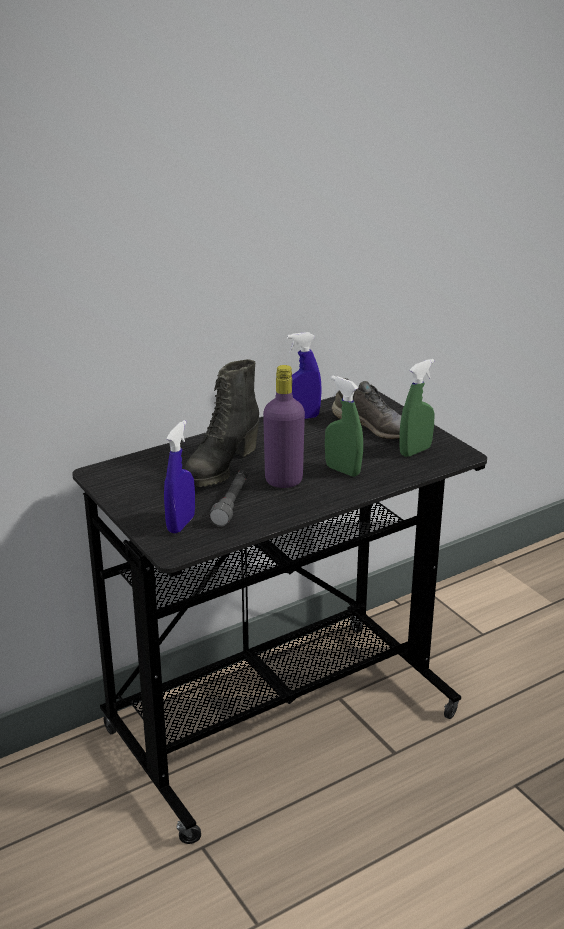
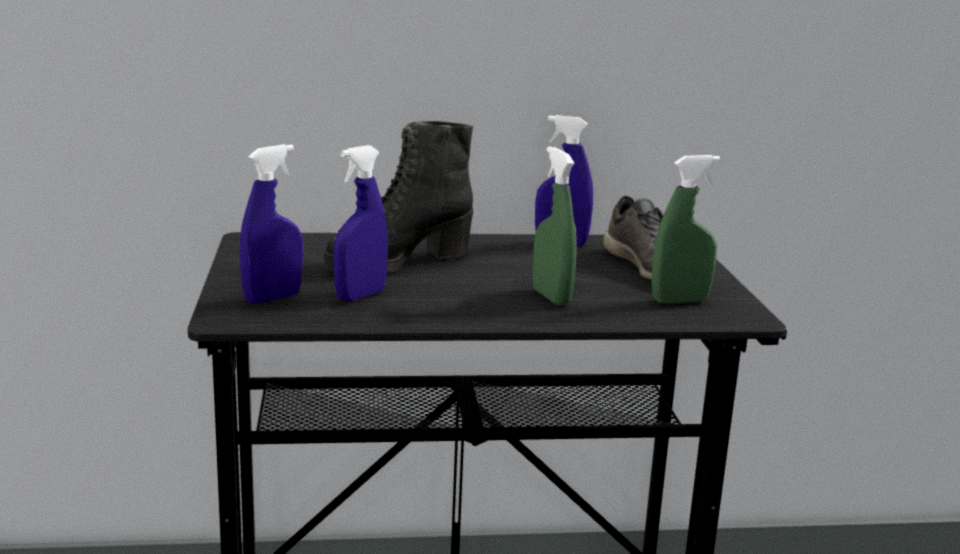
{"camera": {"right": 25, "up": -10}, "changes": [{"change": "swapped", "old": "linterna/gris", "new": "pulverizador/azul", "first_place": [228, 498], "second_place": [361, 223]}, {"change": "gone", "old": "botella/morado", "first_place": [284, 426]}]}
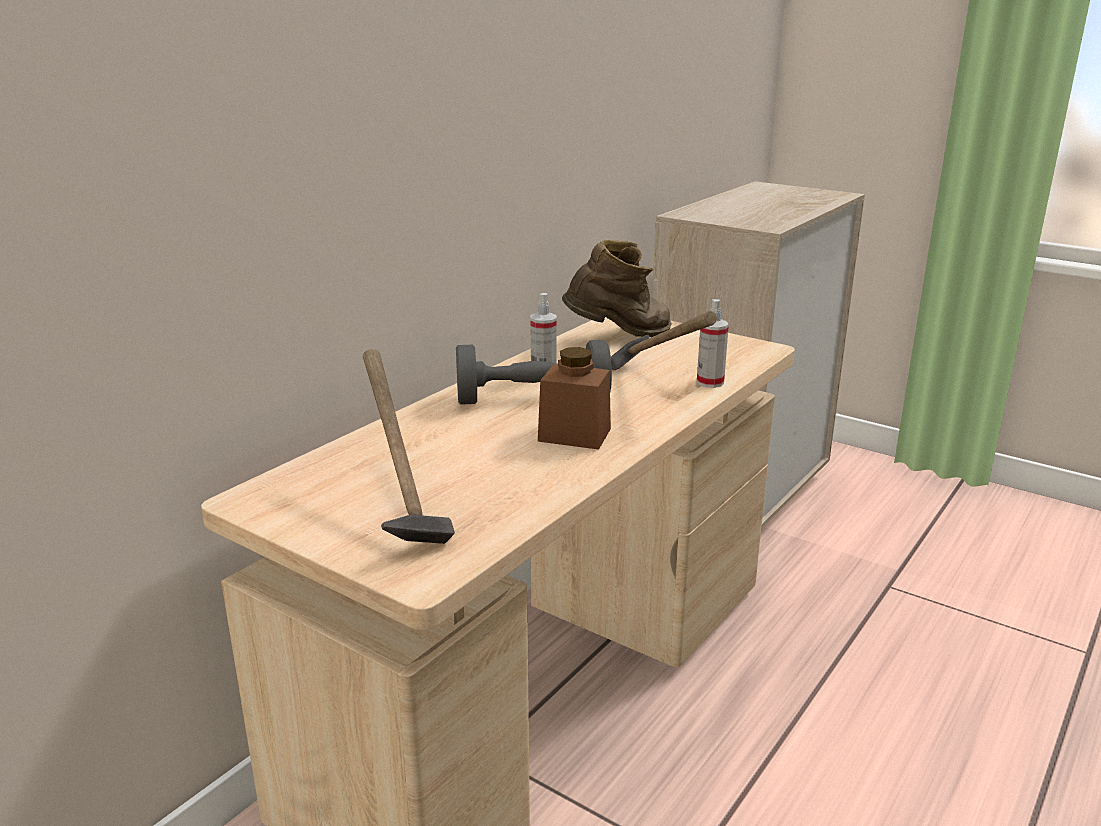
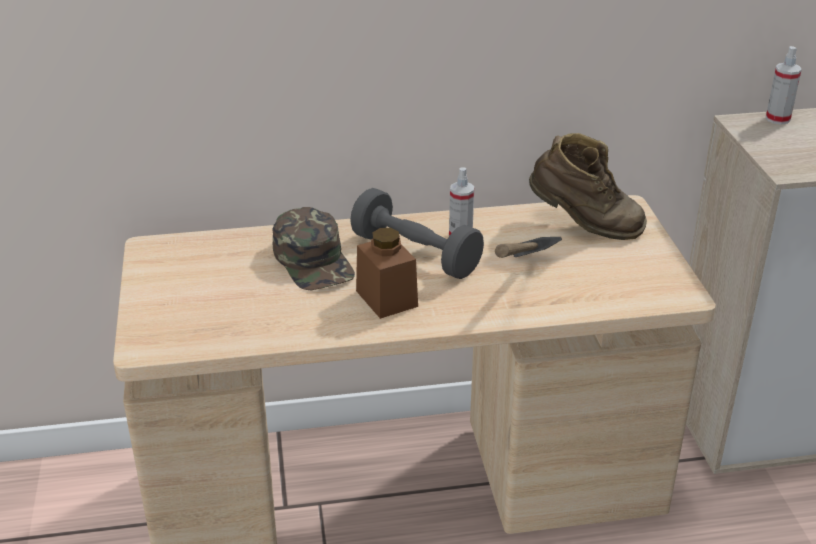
{"camera": {"right": 45, "up": 10}, "changes": [{"change": "gone", "old": "martillo", "first_place": [409, 446]}, {"change": "shifted", "old": "pulverizador", "first_place": [713, 343], "second_place": [784, 85]}, {"change": "new", "new": "gorra/verde", "second_place": [313, 248]}]}
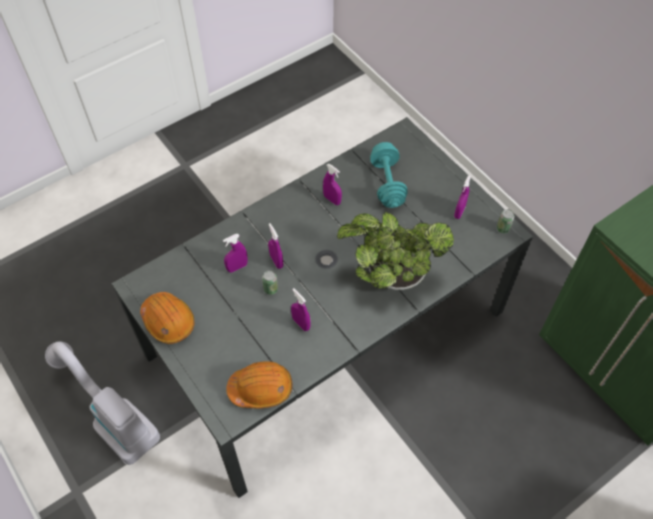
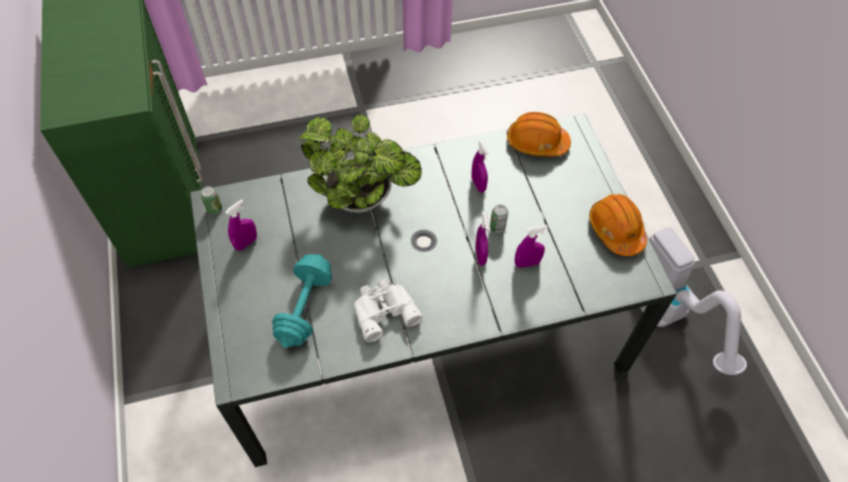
{"camera": {"right": -160, "up": 0}, "changes": [{"change": "swapped", "old": "pulverizador/morado", "new": "prismáticos/blanco", "first_place": [332, 184], "second_place": [388, 310]}]}
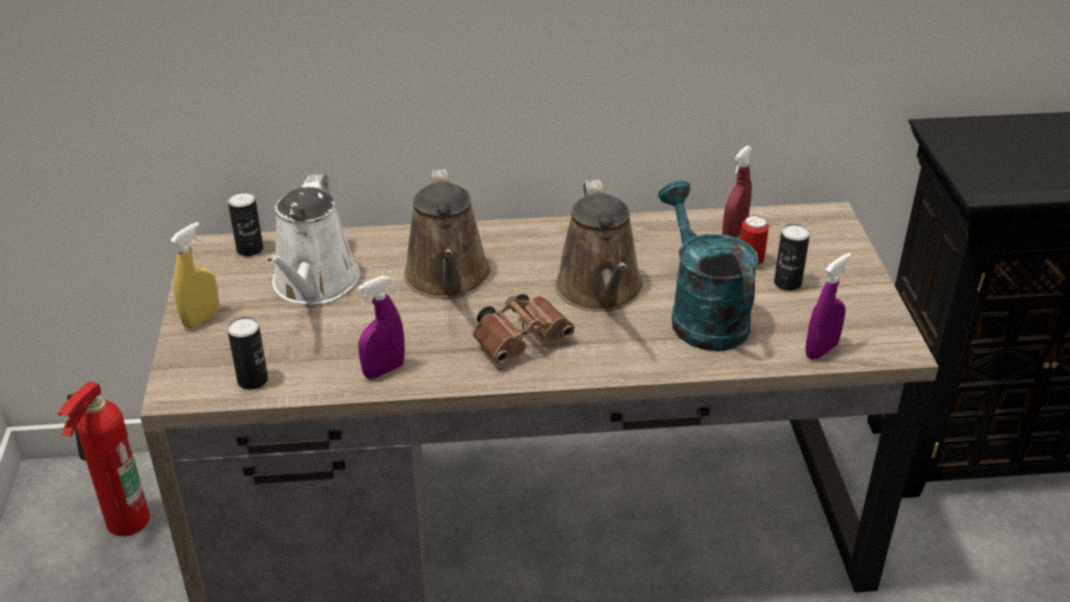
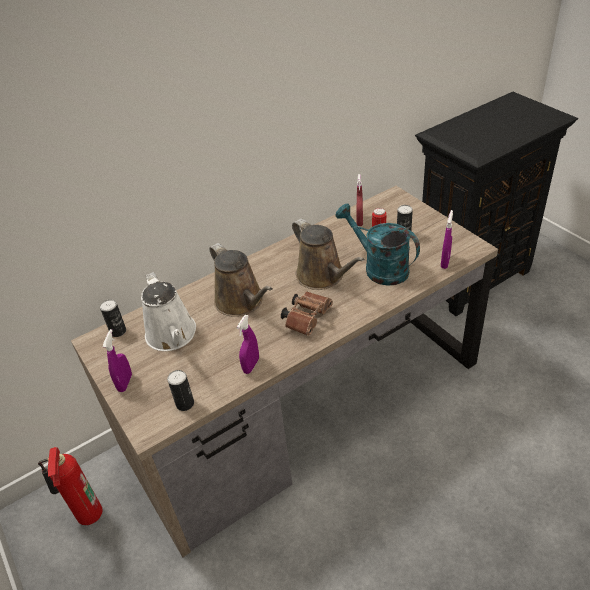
{"camera": {"right": -25, "up": 5}, "changes": [{"change": "repainted", "old": "pulverizador/amarillo", "new": "pulverizador/morado", "first_place": [194, 275], "second_place": [117, 360]}]}
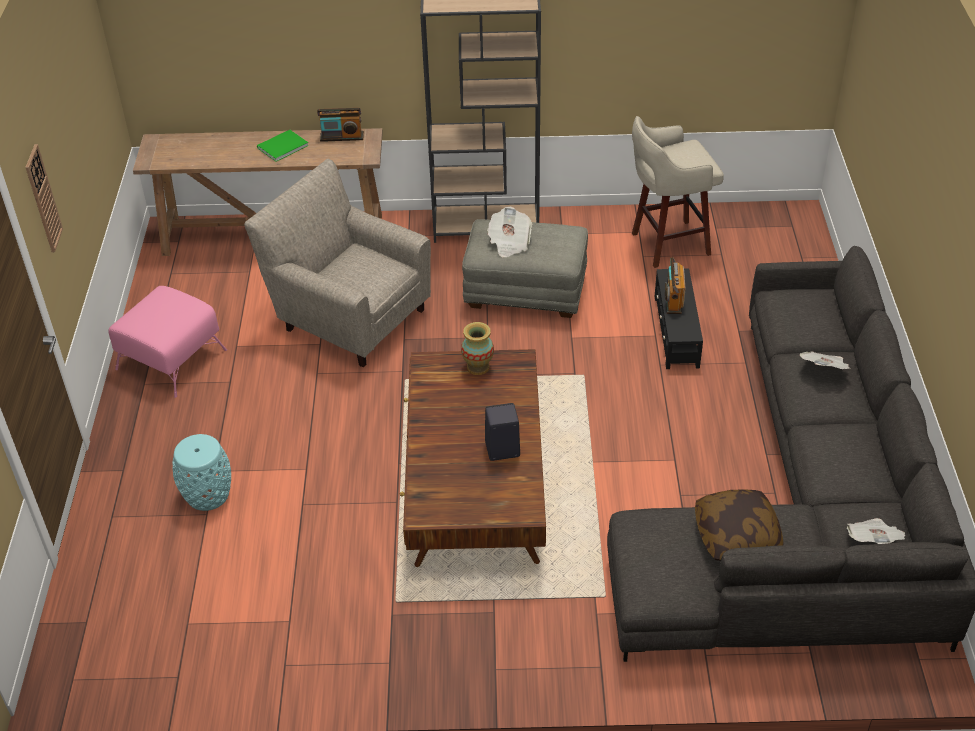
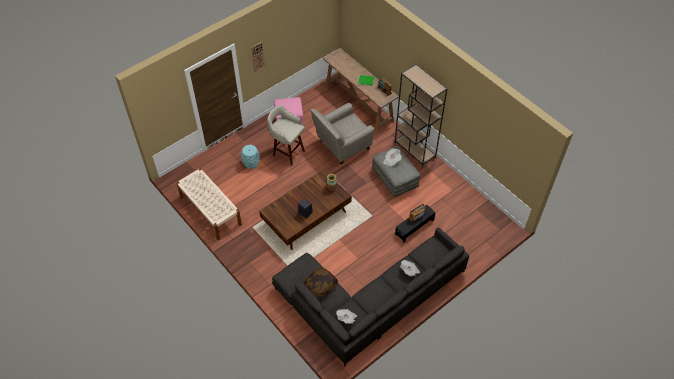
{"camera": {"right": 50, "up": 10}, "changes": [{"change": "rotated", "old": "sillón/beis", "first_place": [337, 262], "second_place": [342, 133], "degrees": -120}, {"change": "shifted", "old": "taburete/beis", "first_place": [678, 192], "second_place": [286, 135]}, {"change": "new", "new": "banco/beis", "second_place": [209, 204]}]}
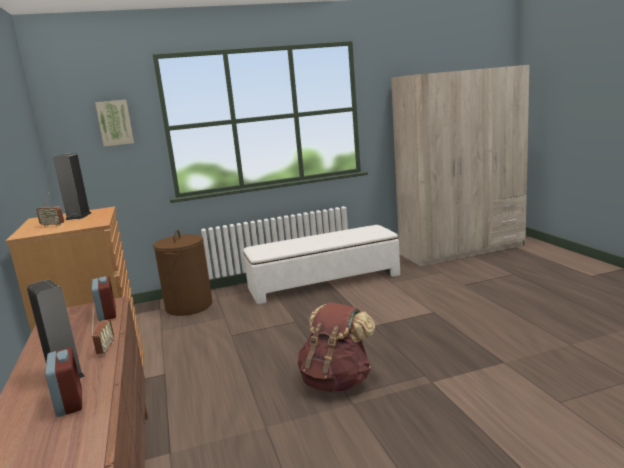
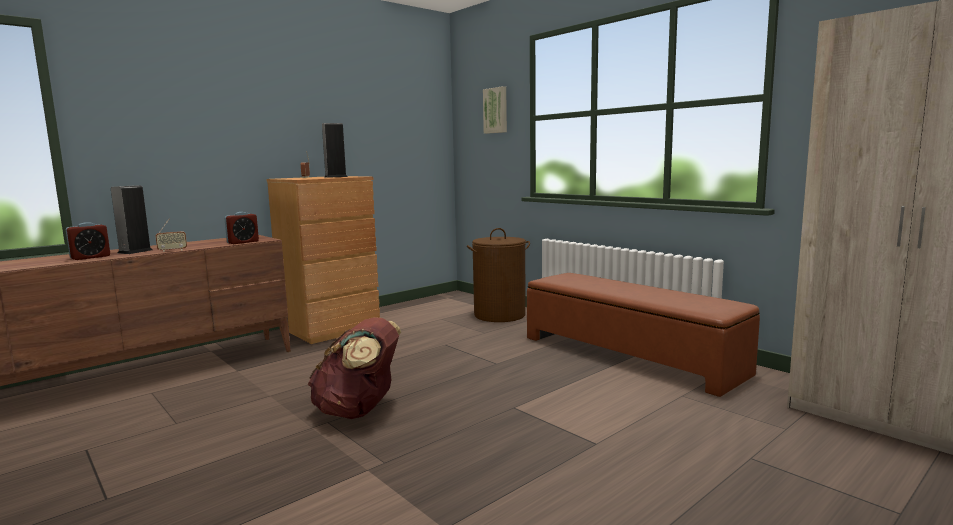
{"camera": {"right": 65, "up": -5}, "changes": [{"change": "repainted", "old": "banco/blanco", "new": "banco/marrón", "first_place": [321, 264], "second_place": [643, 335]}]}
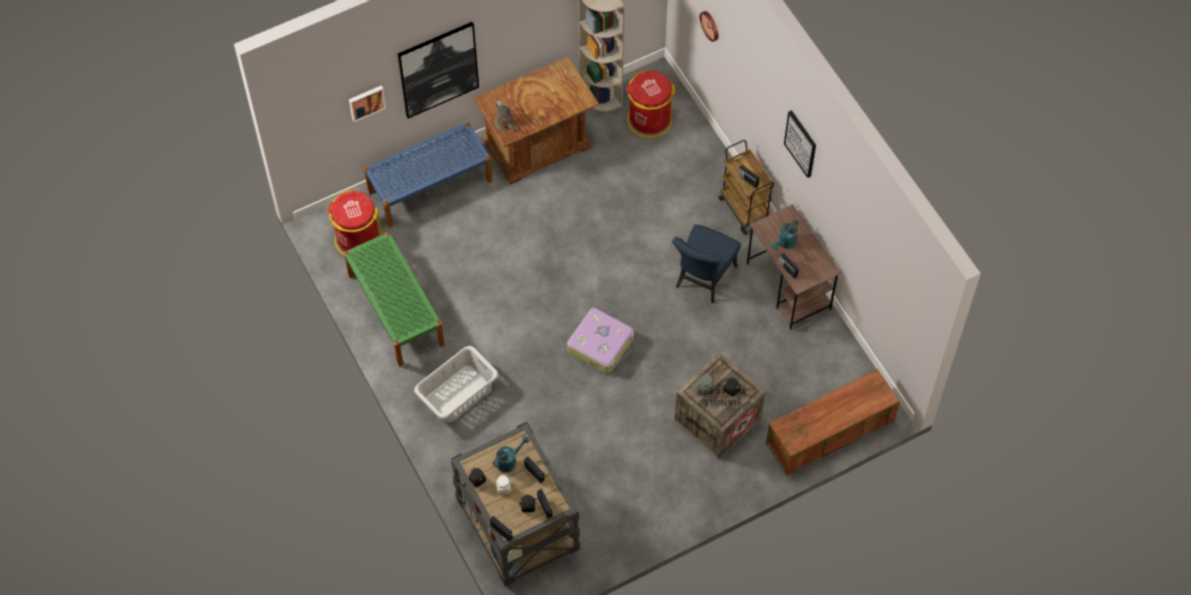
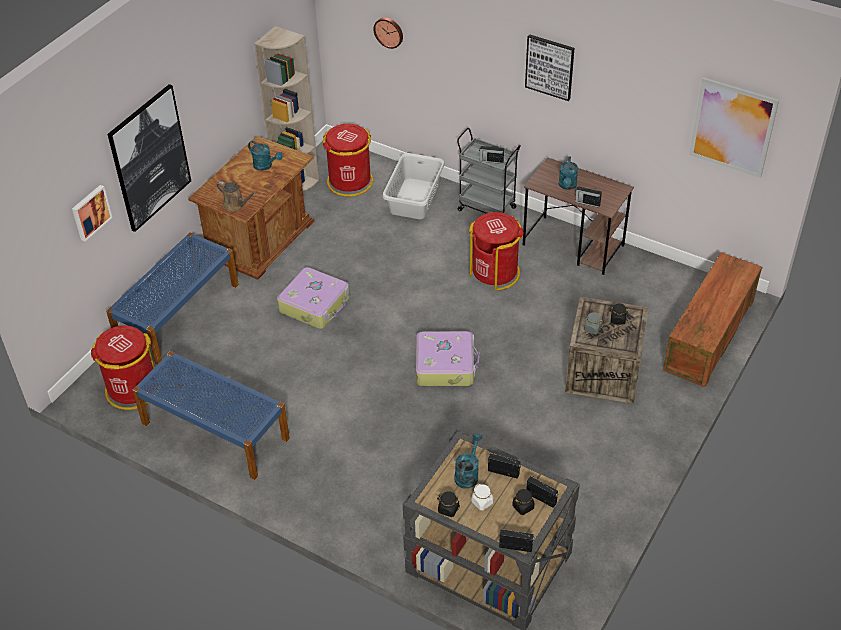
{"camera": {"right": -30, "up": -15}, "changes": [{"change": "repainted", "old": "banco/verde", "new": "banco/azul", "first_place": [394, 299], "second_place": [211, 415]}, {"change": "shifted", "old": "cesto de la ropa/gris", "first_place": [456, 384], "second_place": [413, 186]}, {"change": "swapped", "old": "silla/azul", "new": "papelera/rojo", "first_place": [706, 263], "second_place": [496, 251]}, {"change": "repainted", "old": "carrito/marrón", "new": "carrito/gris", "first_place": [746, 187], "second_place": [489, 170]}, {"change": "new", "new": "regadera/turquesa", "second_place": [265, 156]}, {"change": "new", "new": "maleta", "second_place": [313, 298]}, {"change": "new", "new": "cuadro", "second_place": [734, 127]}]}
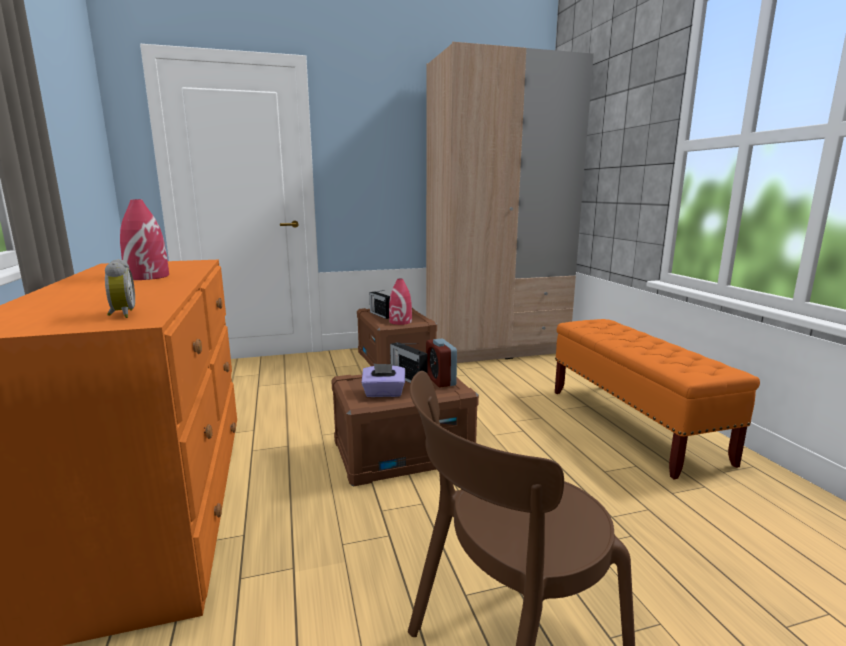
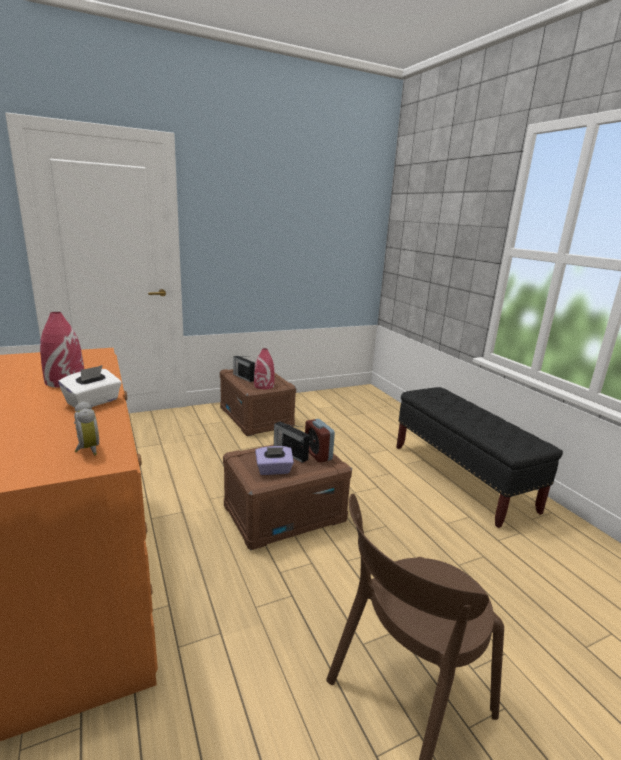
{"camera": {"right": -10, "up": 5}, "changes": [{"change": "gone", "old": "armario ropero/beis", "first_place": [510, 202]}, {"change": "repainted", "old": "banco/naranja", "new": "banco/negro", "first_place": [657, 399], "second_place": [479, 457]}, {"change": "new", "new": "caja de pañuelos/blanco", "second_place": [90, 386]}]}
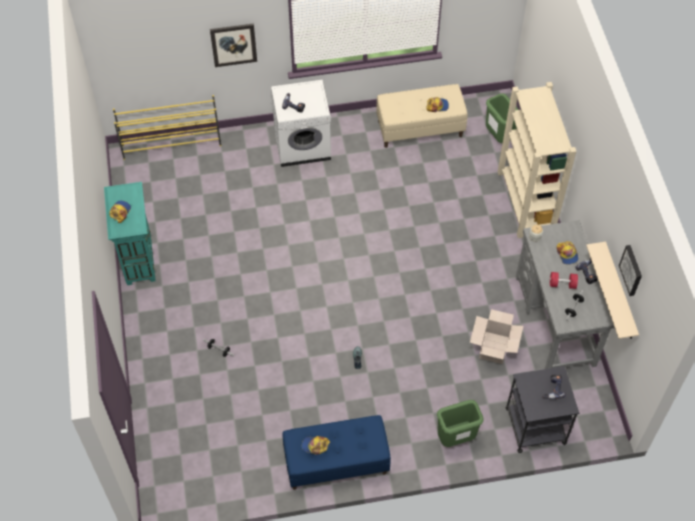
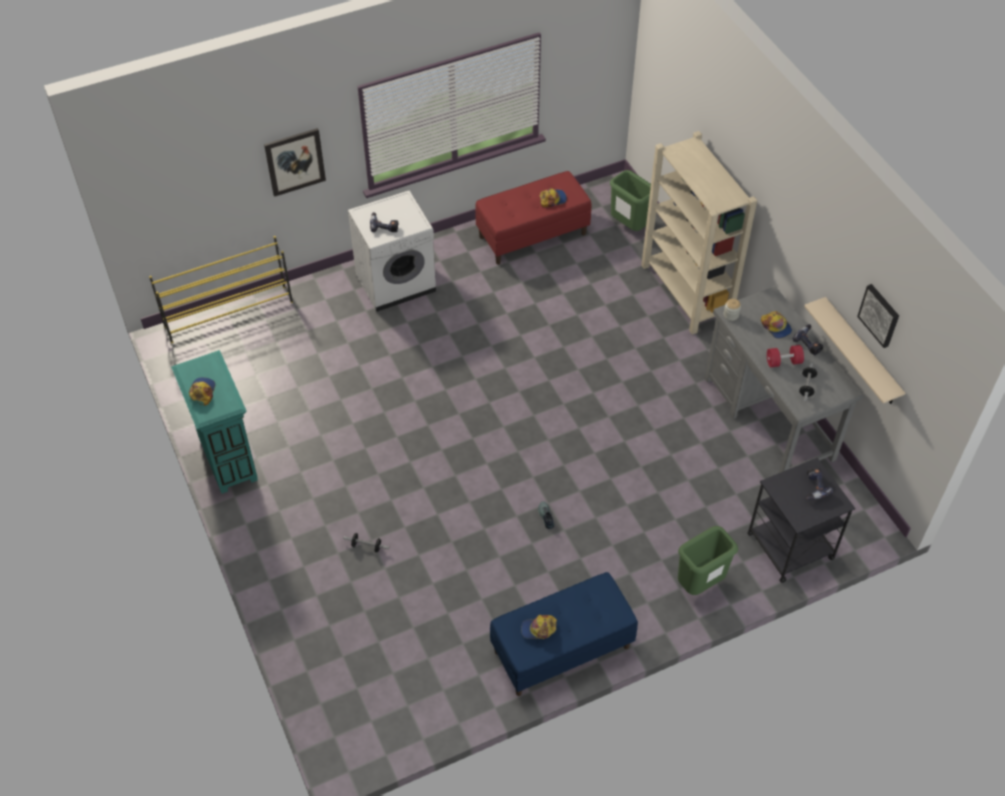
{"camera": {"right": -15, "up": -5}, "changes": [{"change": "repainted", "old": "banco/beis", "new": "banco/rojo", "first_place": [422, 116], "second_place": [533, 218]}, {"change": "gone", "old": "caja de cartón", "first_place": [497, 336]}]}
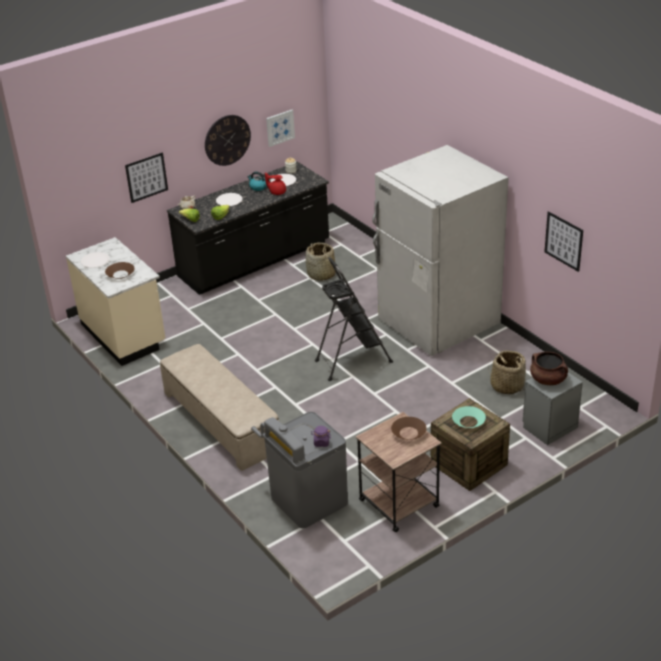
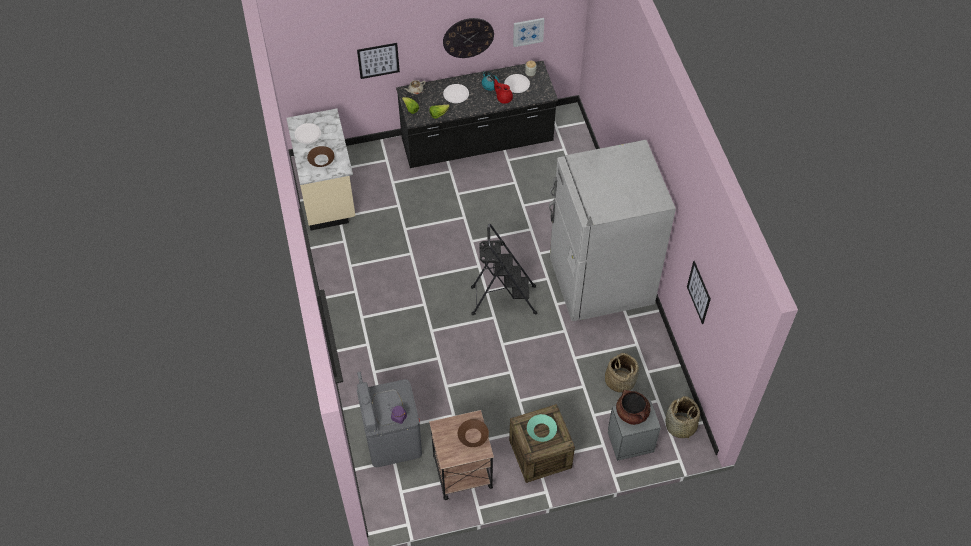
{"camera": {"right": 20, "up": 20}, "changes": [{"change": "gone", "old": "banco/beis", "first_place": [219, 407]}, {"change": "shifted", "old": "cesta", "first_place": [321, 261], "second_place": [683, 417]}]}
